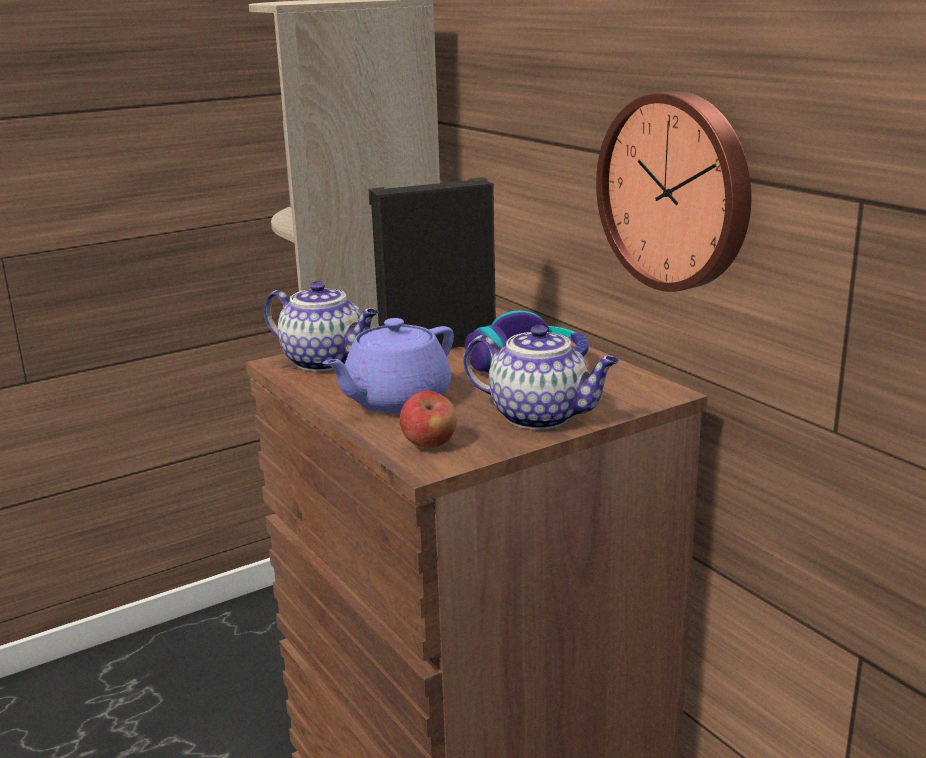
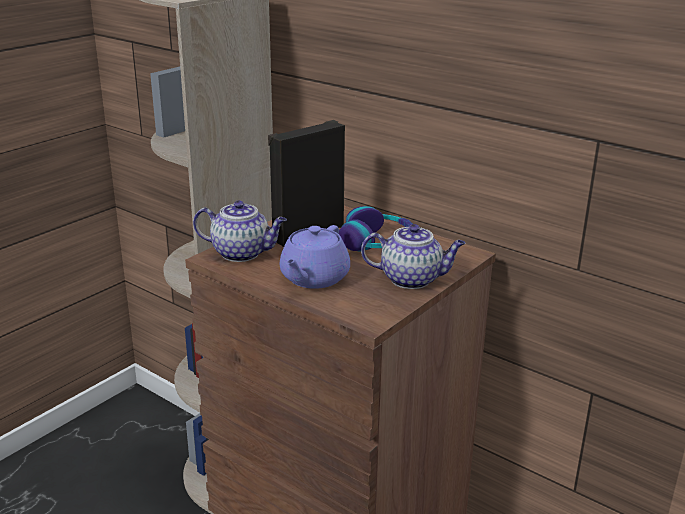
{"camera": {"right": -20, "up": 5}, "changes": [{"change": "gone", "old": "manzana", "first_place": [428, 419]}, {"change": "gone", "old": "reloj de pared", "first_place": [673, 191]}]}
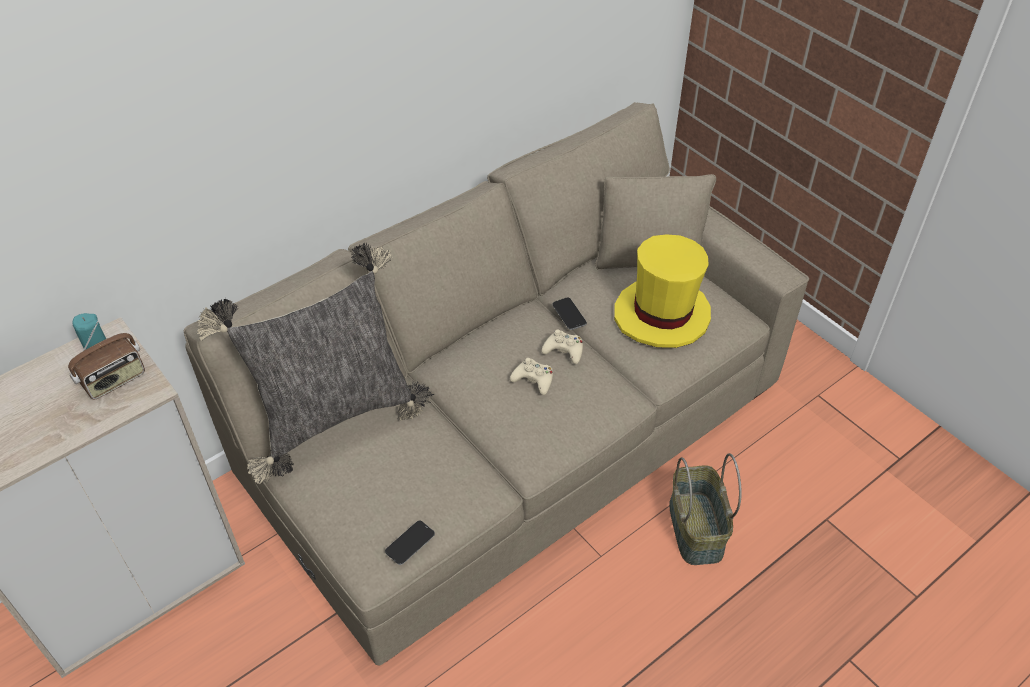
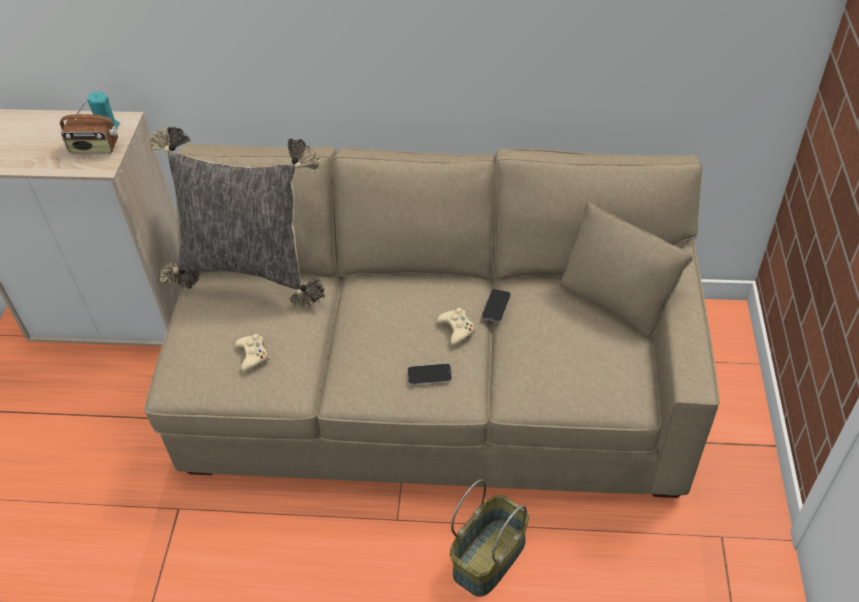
{"camera": {"right": 45, "up": 0}, "changes": [{"change": "shifted", "old": "móvil", "first_place": [410, 542], "second_place": [430, 374]}, {"change": "shifted", "old": "mando de consola/beis", "first_place": [531, 376], "second_place": [252, 353]}, {"change": "gone", "old": "sombrero/amarillo", "first_place": [662, 291]}]}
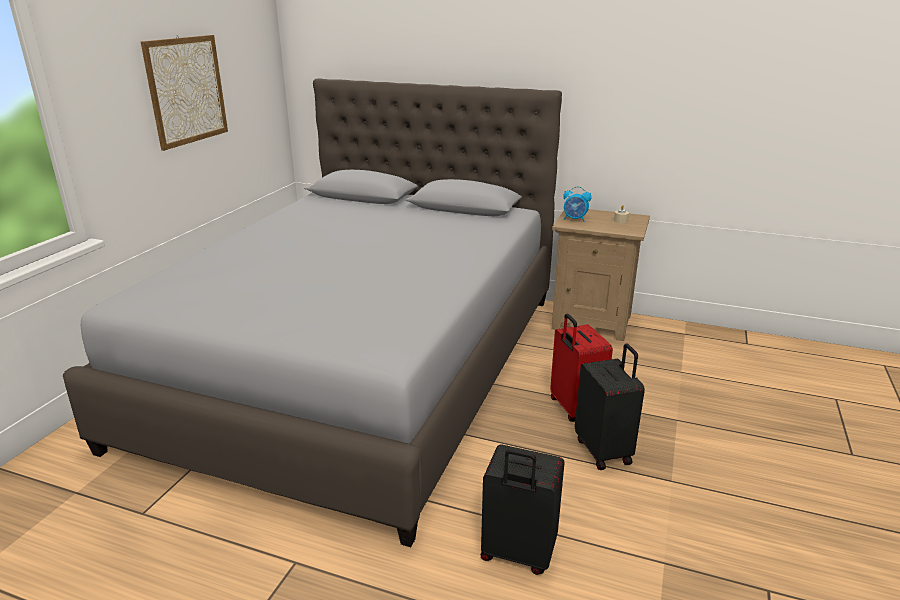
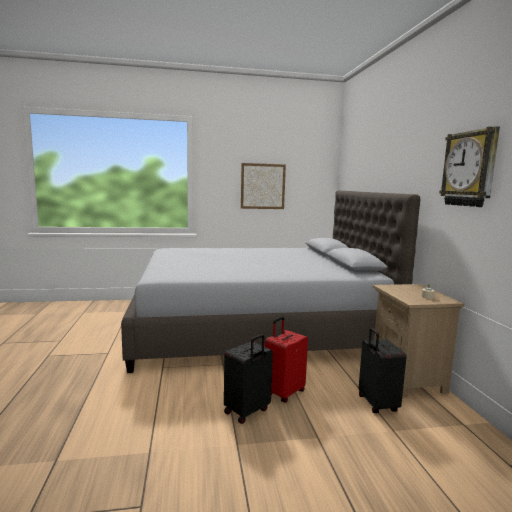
{"camera": {"right": 60, "up": -15}, "changes": [{"change": "shifted", "old": "maleta/negro", "first_place": [523, 509], "second_place": [383, 370]}, {"change": "gone", "old": "despertador", "first_place": [577, 204]}, {"change": "new", "new": "reloj de pared", "second_place": [469, 166]}]}
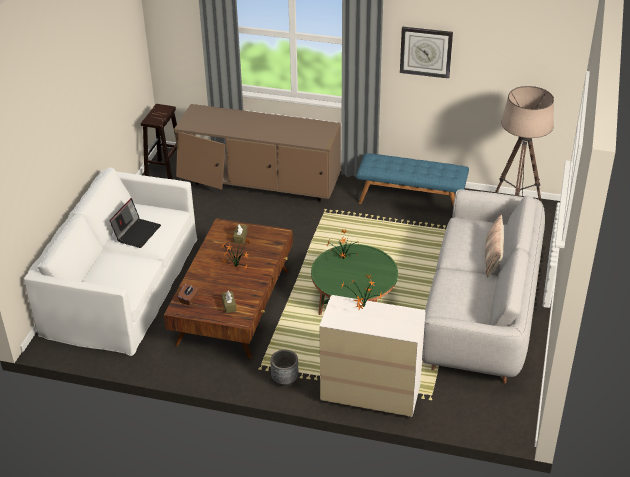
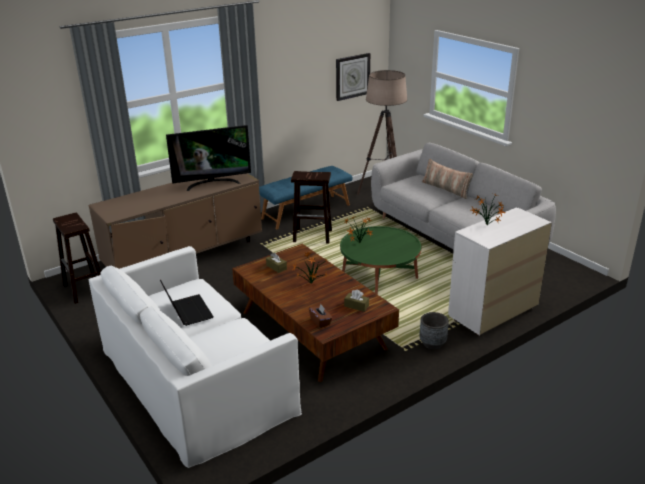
{"camera": {"right": -50, "up": -10}, "changes": [{"change": "shifted", "old": "reloj de pared", "first_place": [426, 53], "second_place": [353, 77]}, {"change": "new", "new": "televisor", "second_place": [208, 158]}, {"change": "new", "new": "taburete/marrón", "second_place": [311, 207]}]}
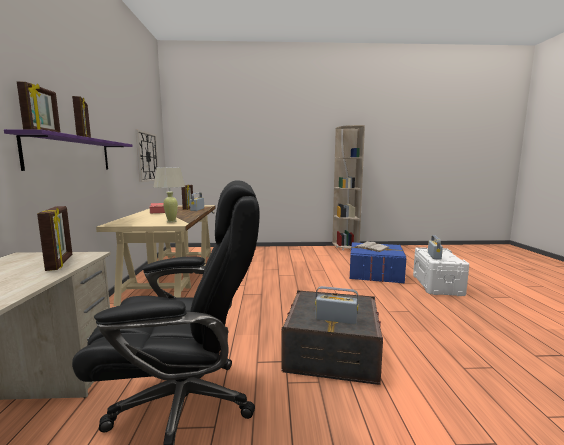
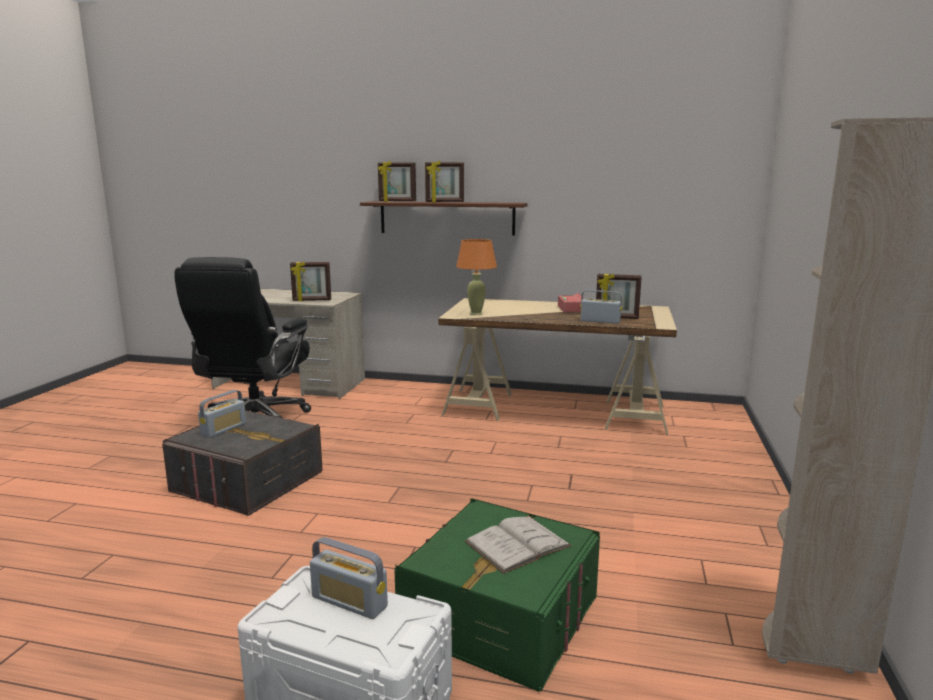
{"camera": {"right": 105, "up": 5}, "changes": [{"change": "repainted", "old": "estante/morado", "new": "estante/marrón", "first_place": [68, 150], "second_place": [444, 218]}, {"change": "gone", "old": "reloj de pared", "first_place": [147, 156]}, {"change": "repainted", "old": "lámpara de mesa/beis", "new": "lámpara de mesa/naranja", "first_place": [169, 195], "second_place": [476, 277]}, {"change": "repainted", "old": "caja de almacenaje/azul", "new": "caja de almacenaje/verde", "first_place": [378, 263], "second_place": [497, 595]}]}
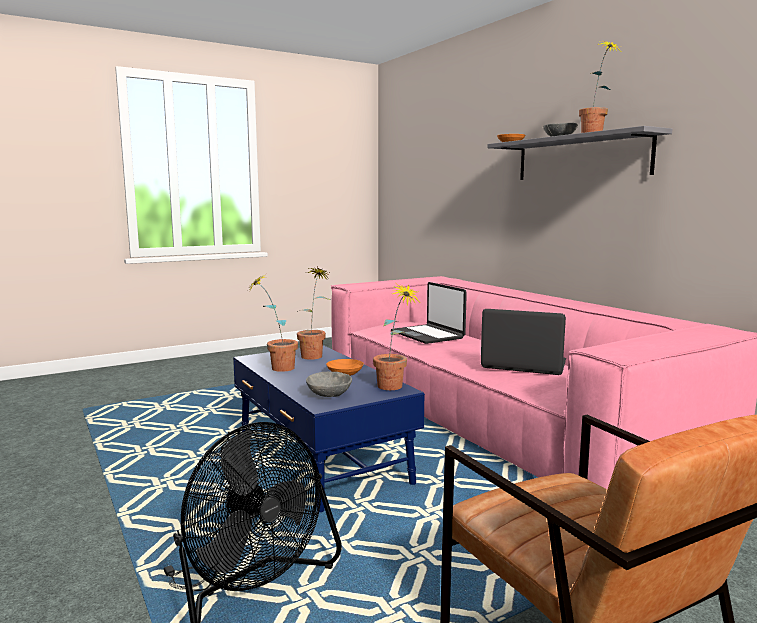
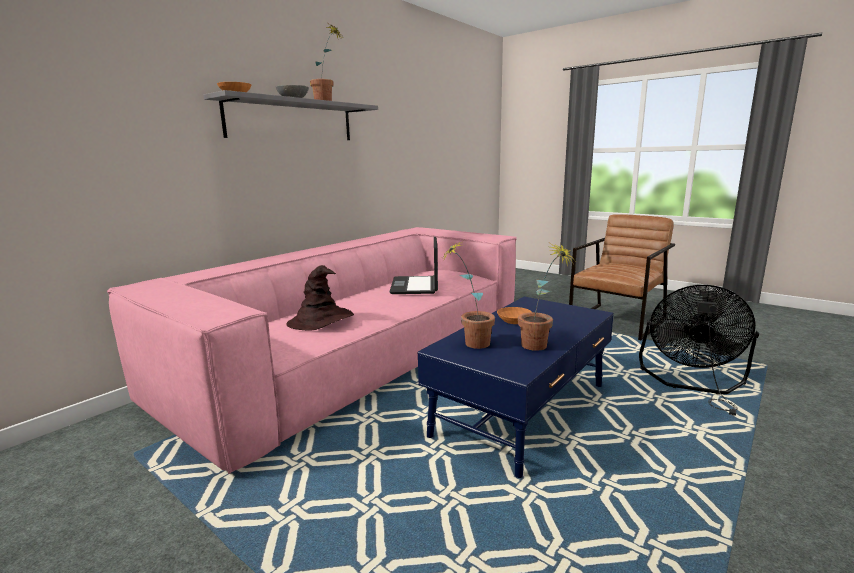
{"camera": {"right": -110, "up": 5}, "changes": [{"change": "gone", "old": "cuenco/gris", "first_place": [329, 384]}, {"change": "gone", "old": "planta en maceta", "first_place": [397, 336]}, {"change": "swapped", "old": "portátil", "new": "sombrero/marrón", "first_place": [429, 313], "second_place": [320, 297]}]}
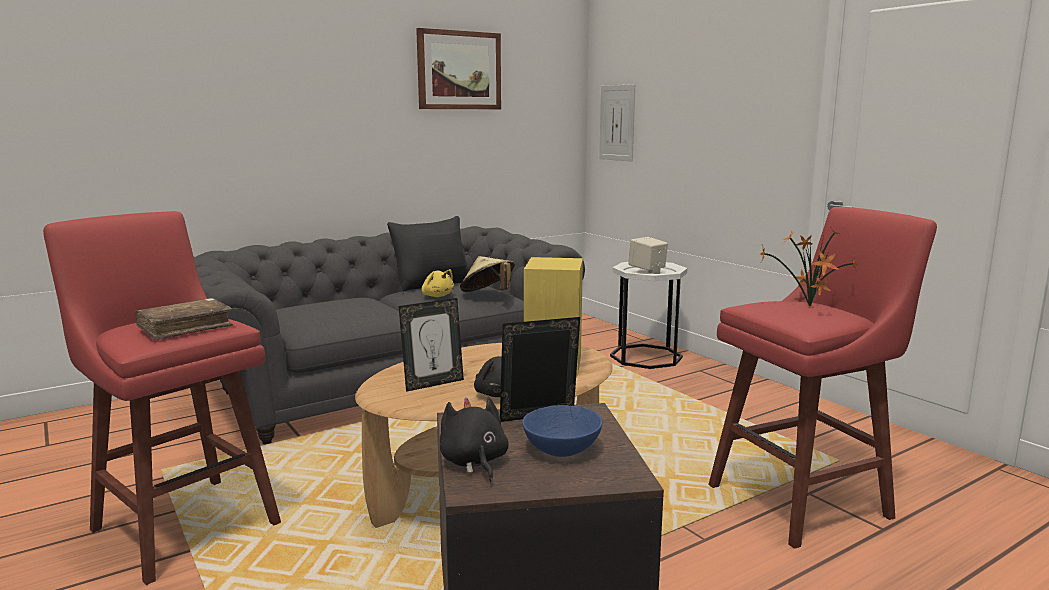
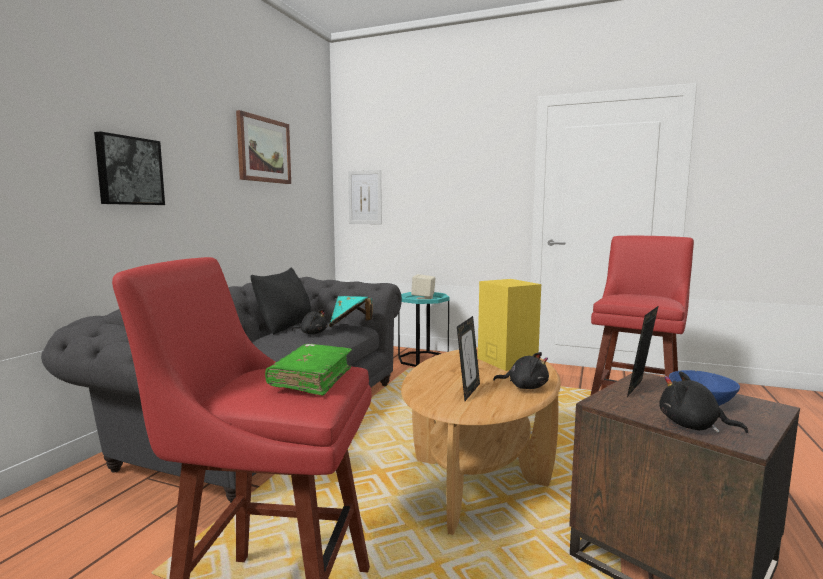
{"camera": {"right": -35, "up": -5}, "changes": [{"change": "repainted", "old": "libro/marrón", "new": "libro/verde", "first_place": [184, 319], "second_place": [308, 370]}, {"change": "repainted", "old": "peluche/amarillo", "new": "peluche/negro", "first_place": [438, 283], "second_place": [310, 321]}, {"change": "repainted", "old": "sombrero/beis", "new": "sombrero/turquesa", "first_place": [487, 274], "second_place": [351, 311]}, {"change": "repainted", "old": "mesa auxiliar/blanco", "new": "mesa auxiliar/turquesa", "first_place": [648, 315], "second_place": [423, 329]}, {"change": "gone", "old": "planta en maceta", "first_place": [809, 266]}, {"change": "new", "new": "cuadro", "second_place": [129, 168]}]}
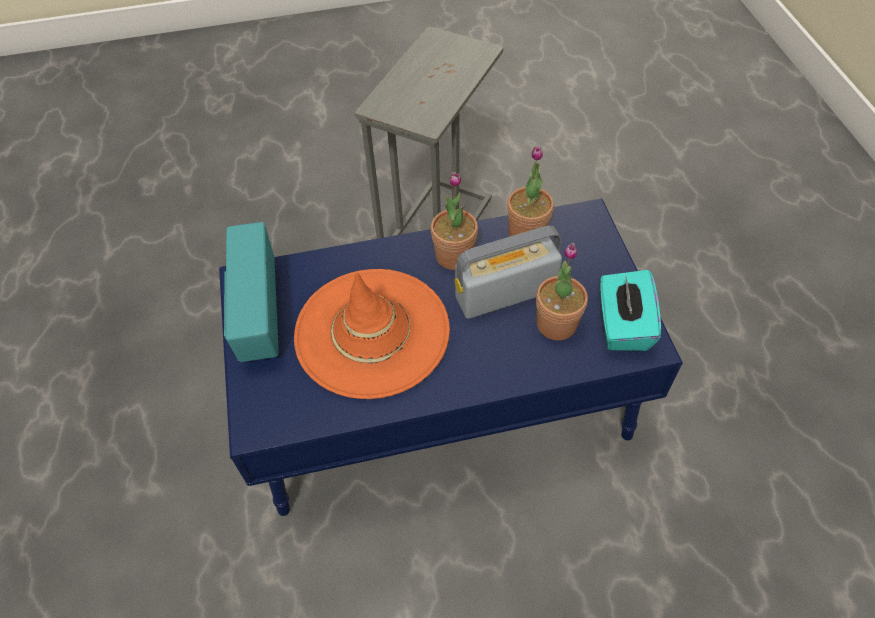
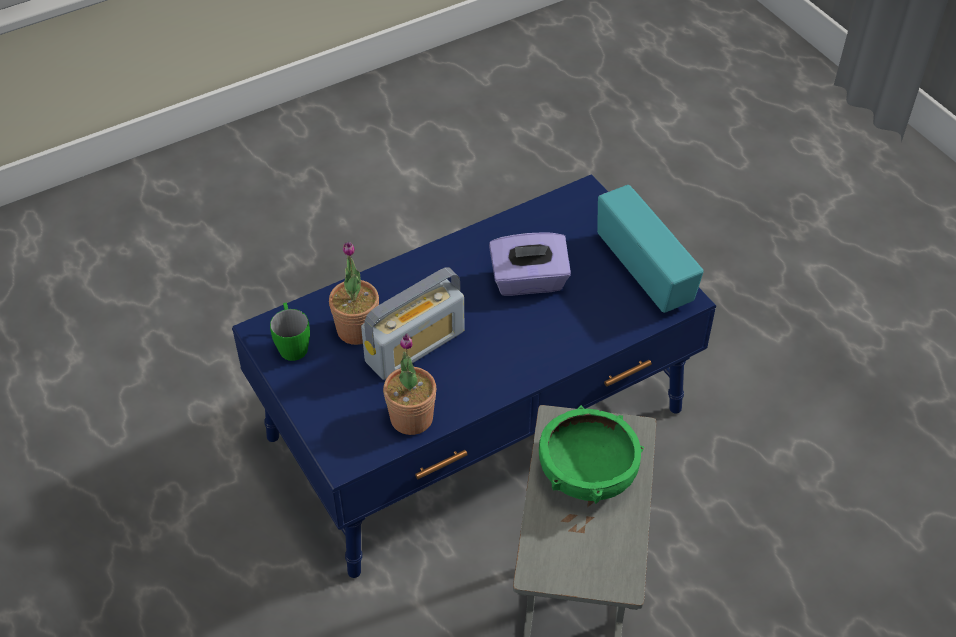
{"camera": {"right": 160, "up": -5}, "changes": [{"change": "swapped", "old": "sombrero/naranja", "new": "caja de pañuelos/morado", "first_place": [372, 334], "second_place": [530, 264]}, {"change": "gone", "old": "planta en maceta", "first_place": [454, 221]}, {"change": "swapped", "old": "caja de pañuelos/turquesa", "new": "taza grande/verde", "first_place": [630, 310], "second_place": [290, 331]}, {"change": "new", "new": "cuenco/verde", "second_place": [591, 454]}]}
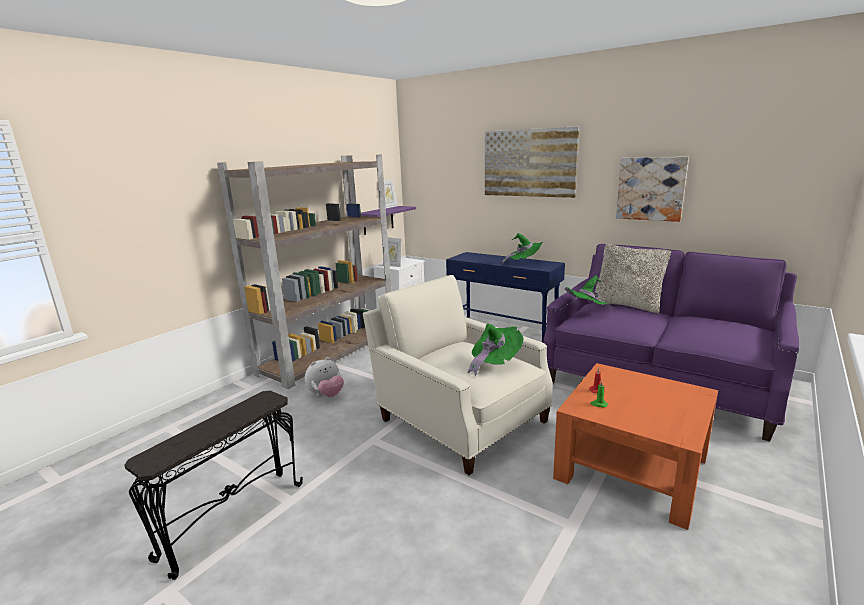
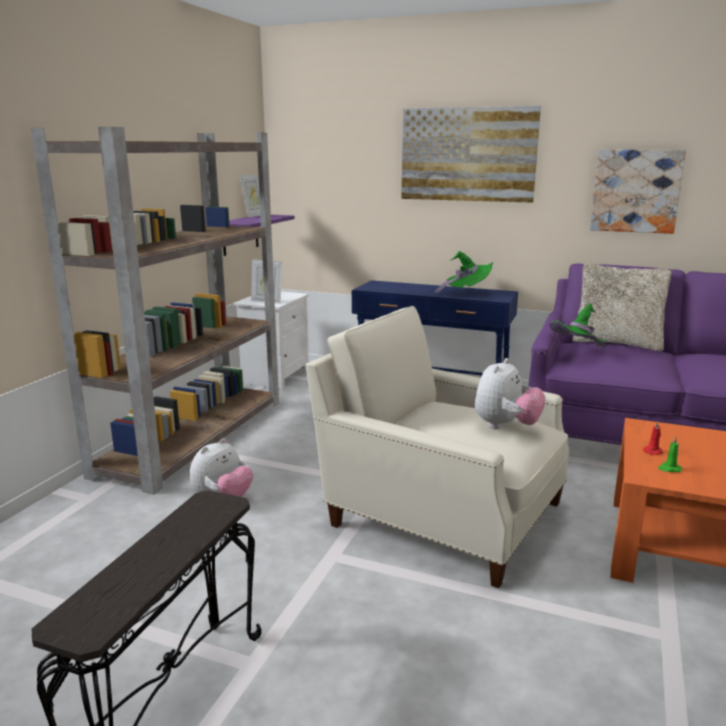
{"camera": {"right": -15, "up": 0}, "changes": [{"change": "swapped", "old": "sombrero/verde", "new": "peluche", "first_place": [495, 350], "second_place": [510, 393]}]}
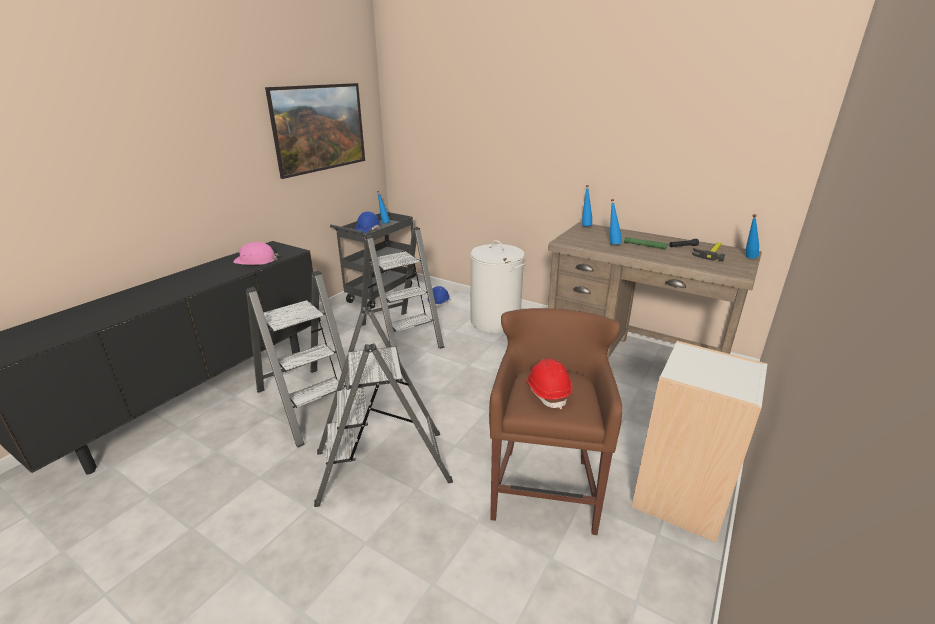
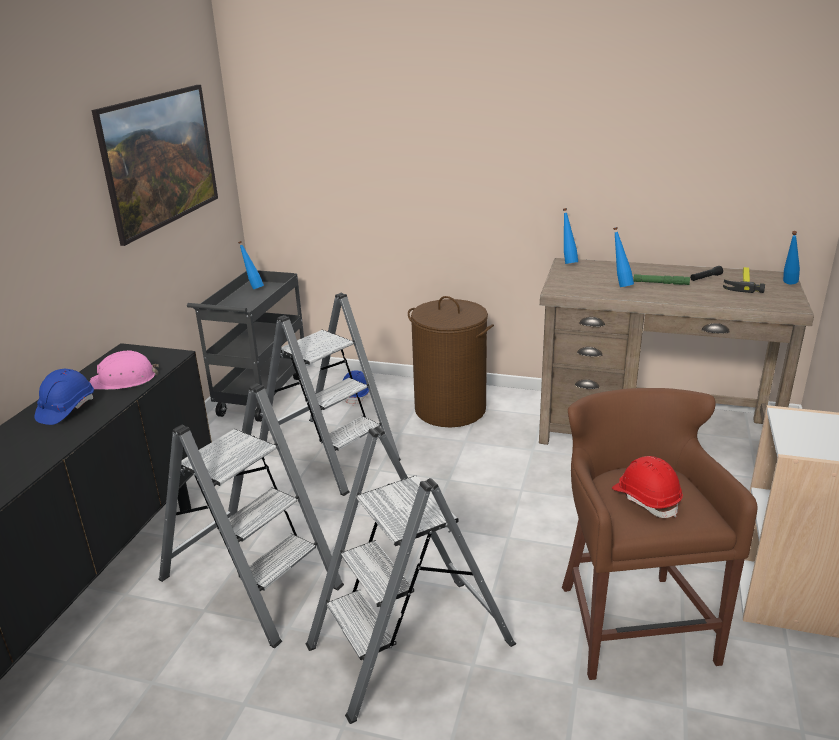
{"camera": {"right": -15, "up": 0}, "changes": [{"change": "shifted", "old": "casco/azul", "first_place": [368, 222], "second_place": [64, 397]}, {"change": "repainted", "old": "cesto de la ropa/blanco", "new": "cesto de la ropa/marrón", "first_place": [497, 286], "second_place": [451, 361]}]}
